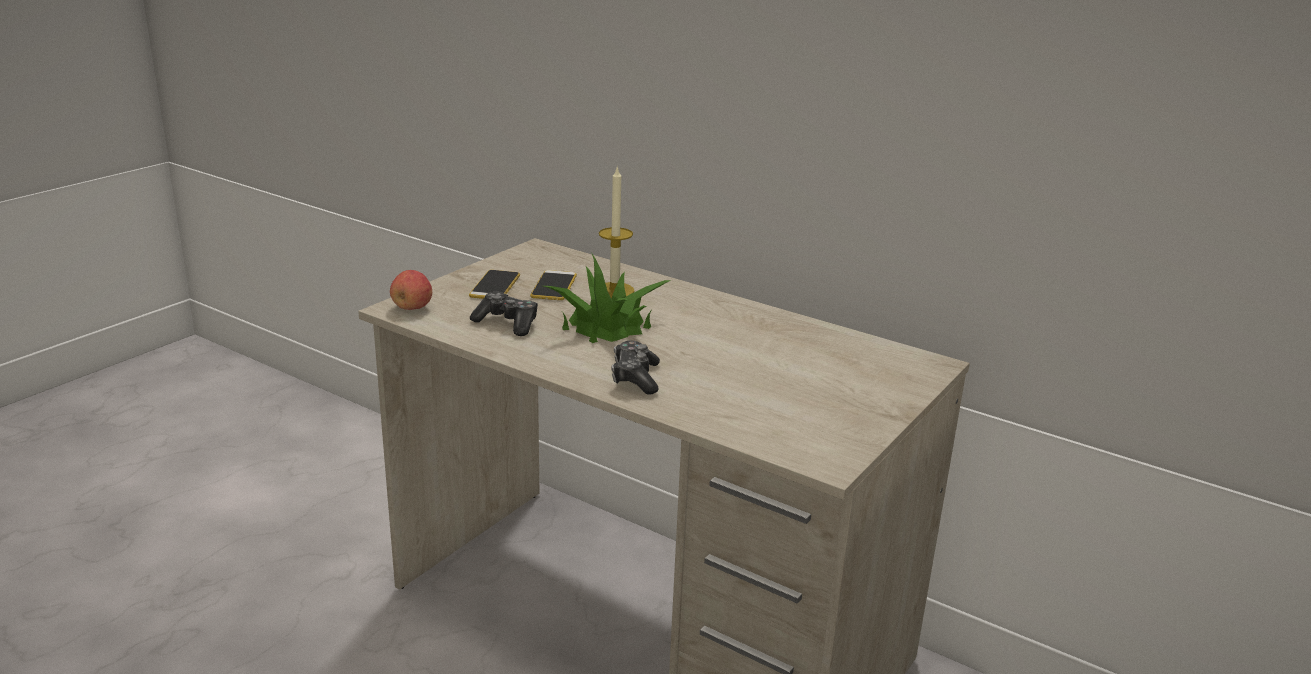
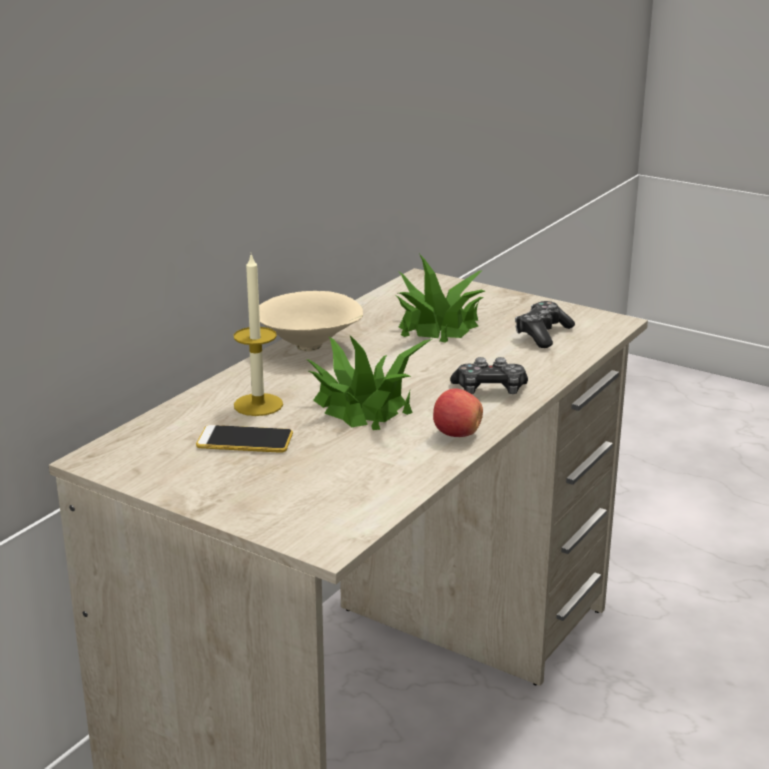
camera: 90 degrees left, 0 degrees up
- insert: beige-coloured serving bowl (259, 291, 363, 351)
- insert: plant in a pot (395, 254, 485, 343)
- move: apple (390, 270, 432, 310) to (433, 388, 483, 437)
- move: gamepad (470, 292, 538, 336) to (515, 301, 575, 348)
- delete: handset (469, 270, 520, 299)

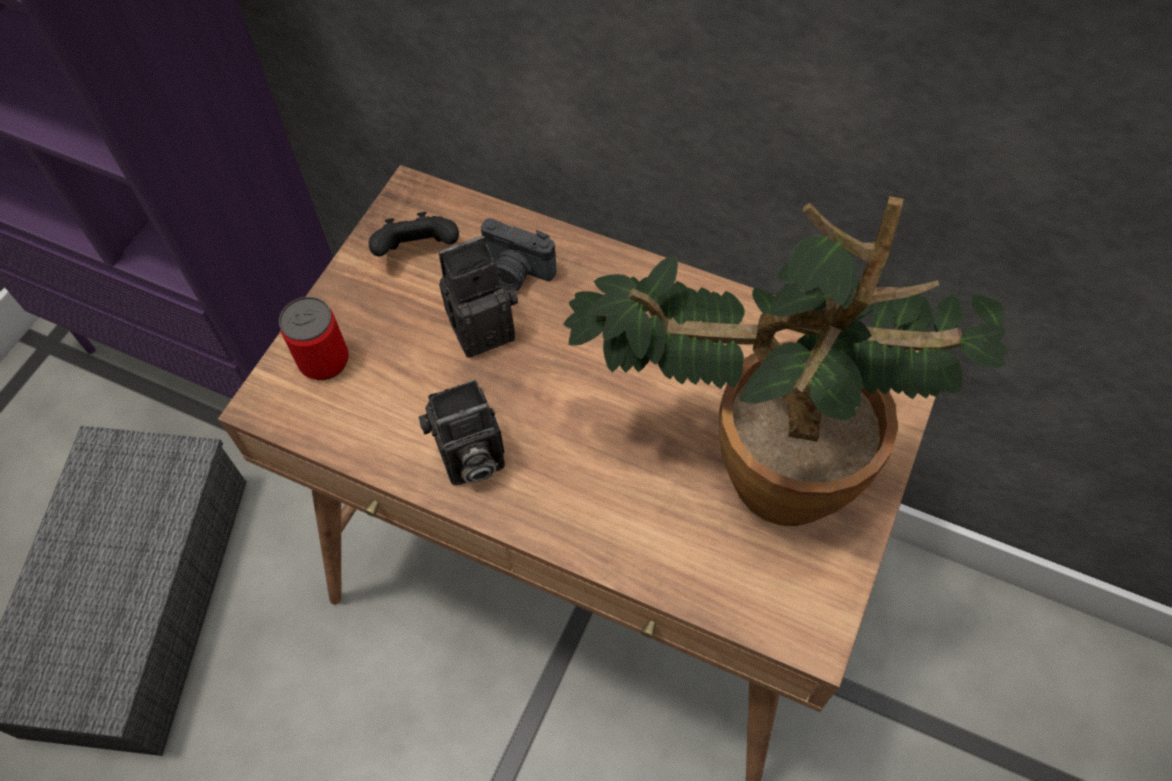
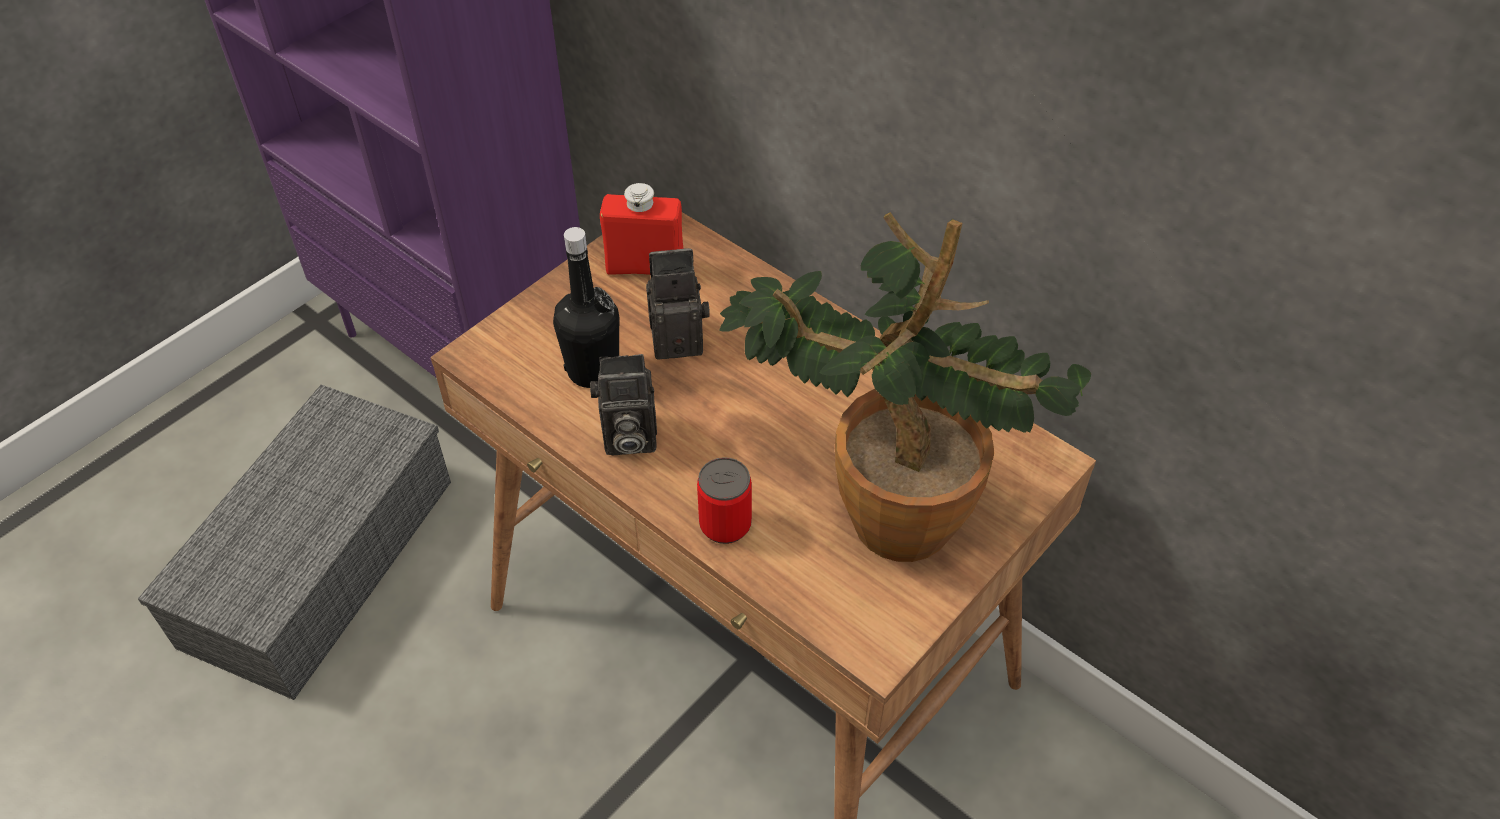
camera: 15 degrees right, 10 degrees down
- insert: black-coloured beverage bottle (553, 227, 619, 388)
- replace: black-coloured gamepad (369, 212, 459, 256) to red-coloured beverage bottle (600, 183, 683, 275)
- move: metal can (279, 297, 349, 380) to (697, 457, 752, 544)
- delete: photo camera (481, 218, 557, 291)

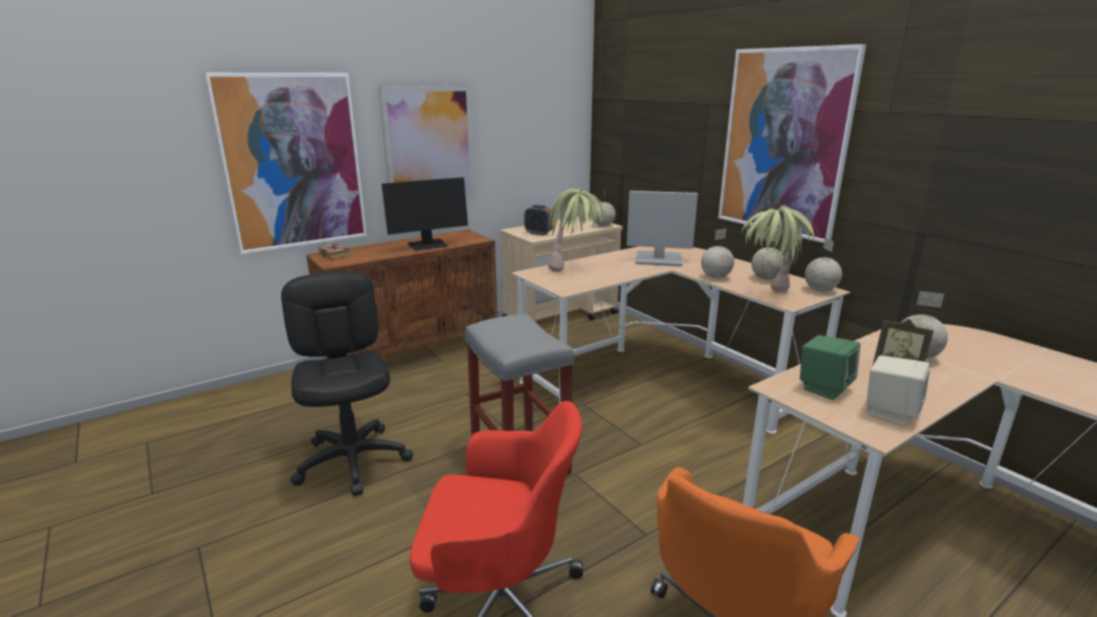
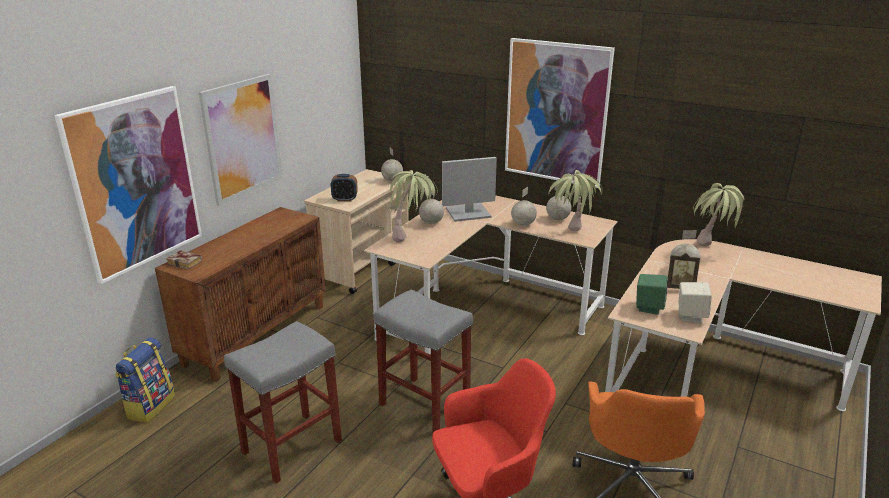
camera: 25 degrees left, 5 degrees up
- insert: backpack (115, 338, 175, 423)
- replace: black-coloured desk chair (281, 271, 413, 496) to gray sitting stool (224, 321, 342, 483)
- move: world globe (805, 238, 842, 291) to (419, 189, 444, 224)
- insert: plant in a pot (693, 183, 744, 246)
- delete: computer screen (382, 177, 468, 251)

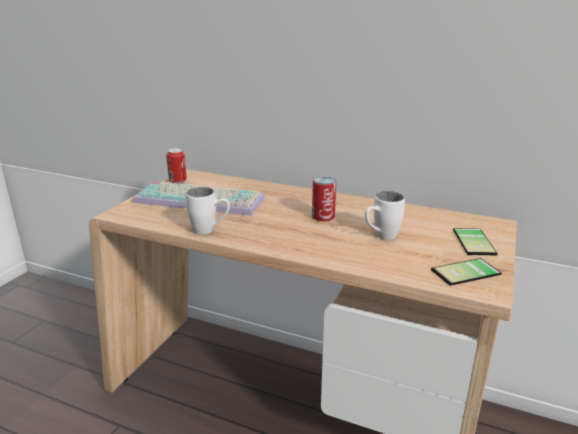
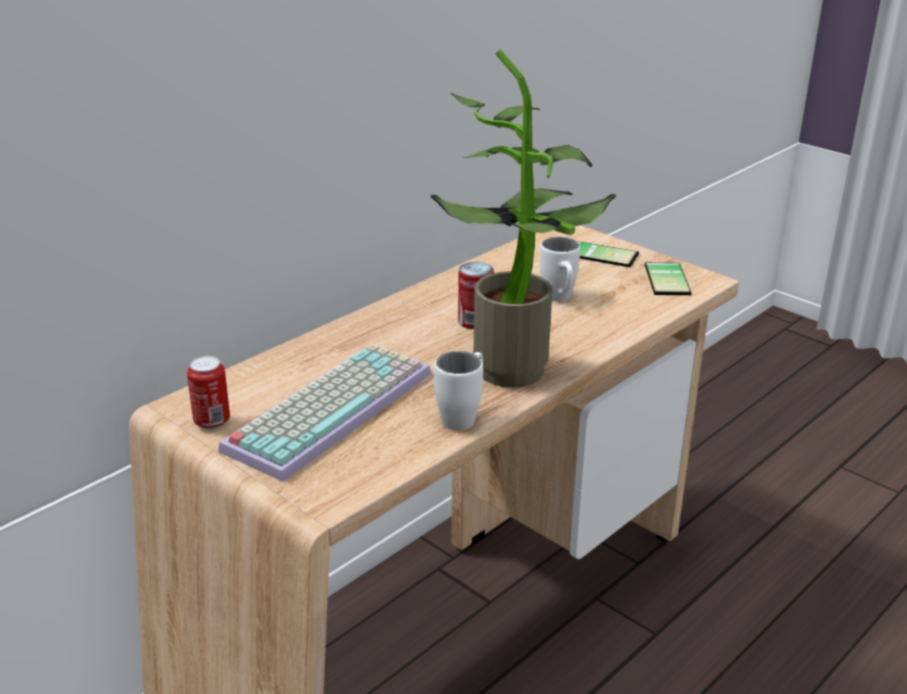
camera: 70 degrees left, 5 degrees up
- insert: plant in a pot (431, 49, 617, 387)

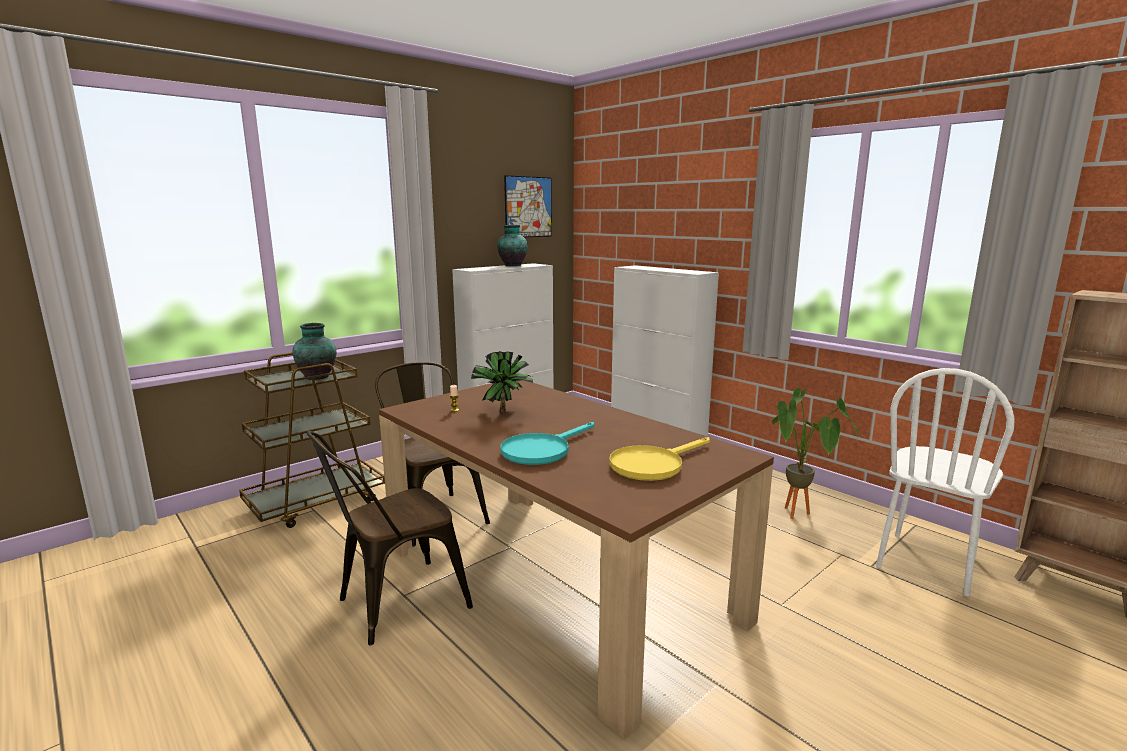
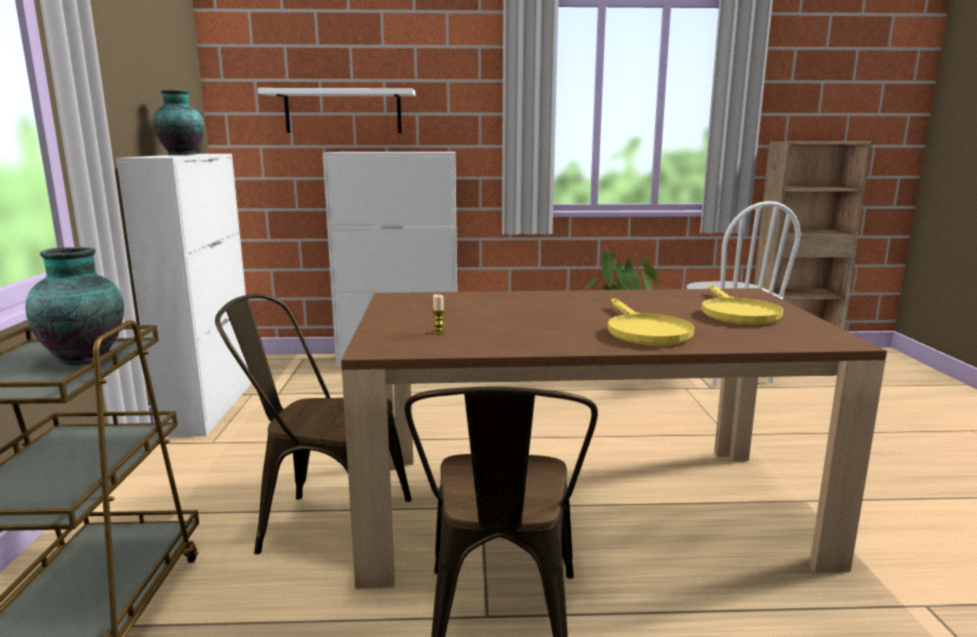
camera: 50 degrees left, 0 degrees up
- insert: white-coloured bracket shelf (258, 88, 416, 133)
- recolor: turquoise-coloured skillet (500, 422, 594, 465) to yellowish skillet (608, 298, 694, 346)
- delete: plant in a pot (471, 351, 533, 413)
- delete: picture (504, 175, 552, 237)

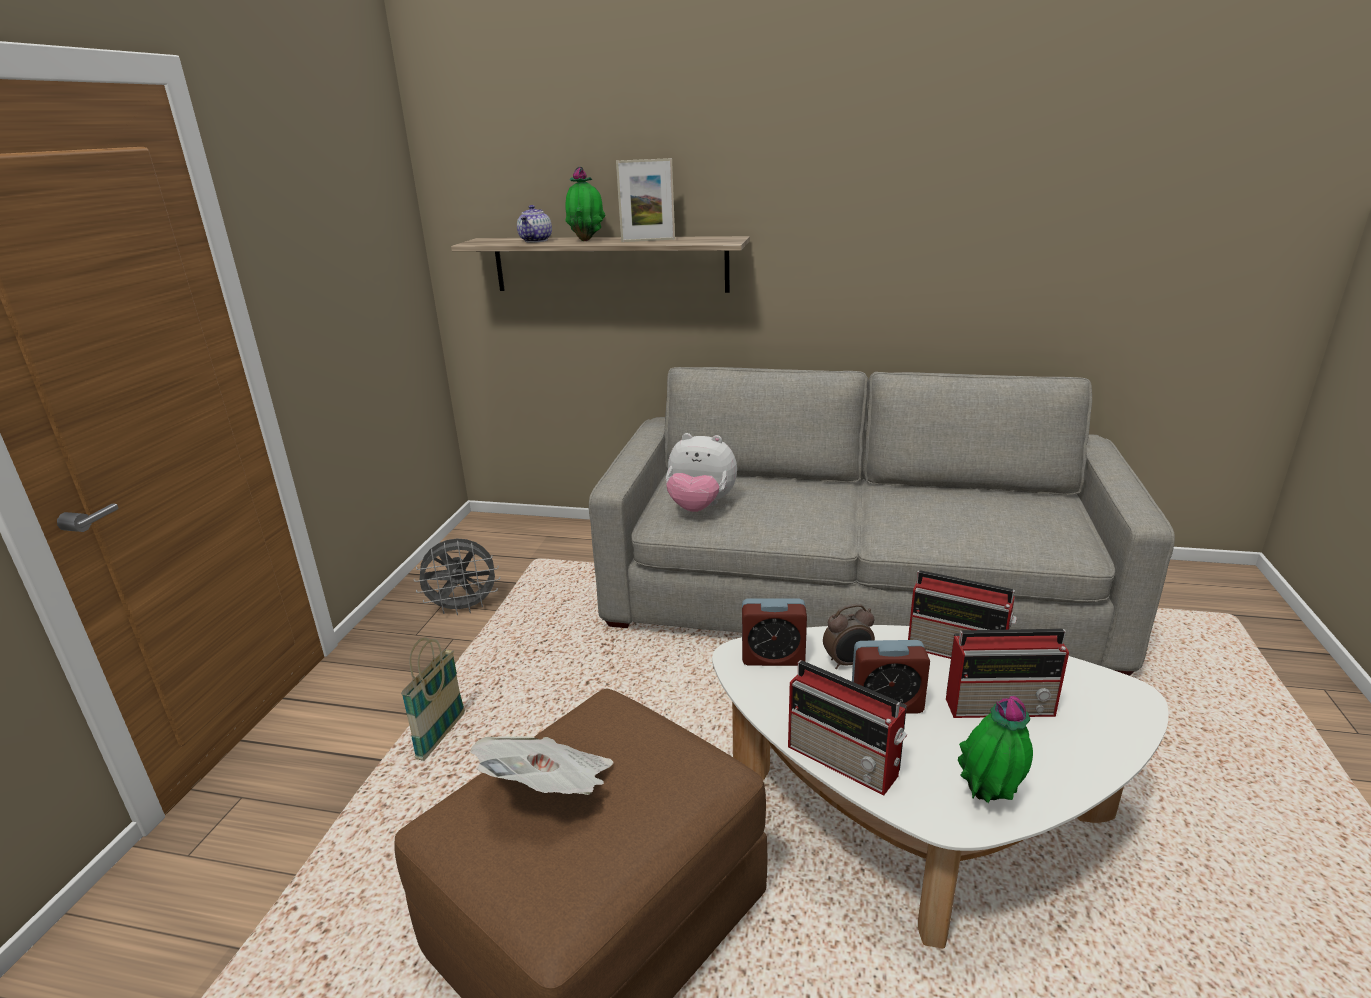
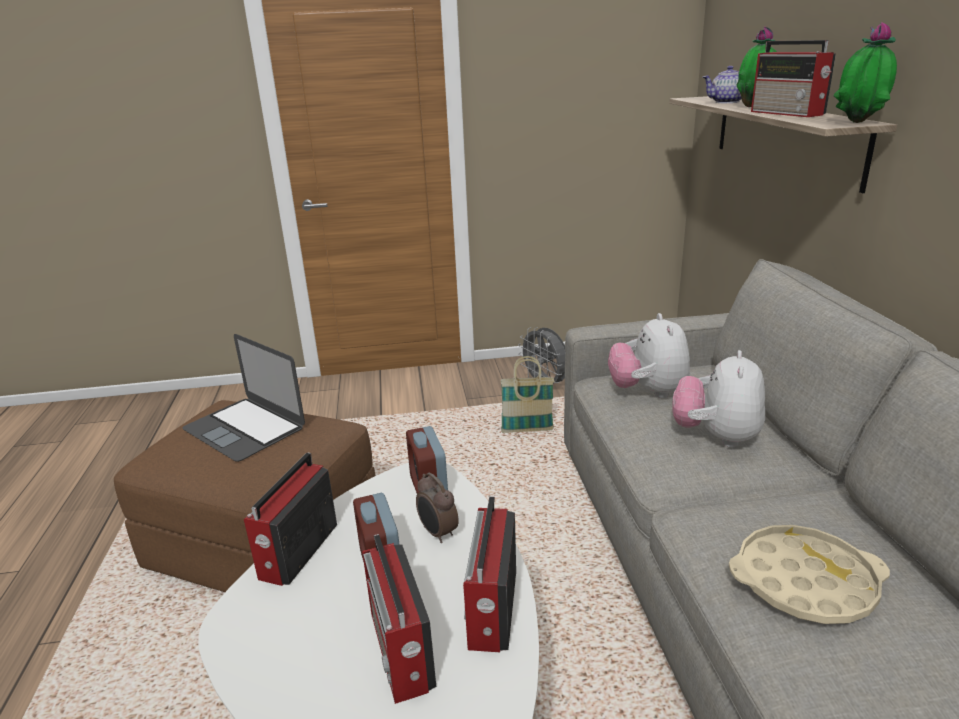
camera: 70 degrees right, 0 degrees up
- replace: newspaper (470, 736, 613, 795) to notebook computer (182, 334, 305, 462)
- move: basket (401, 637, 465, 761) to (500, 356, 554, 433)
- insert: plush toy (672, 350, 765, 448)
- insert: beige-coloured tray (729, 525, 890, 624)
- replace: standing frame (616, 158, 675, 242) to radio set (751, 40, 836, 117)
- move: plant in a pot (958, 696, 1033, 803) to (833, 22, 897, 123)

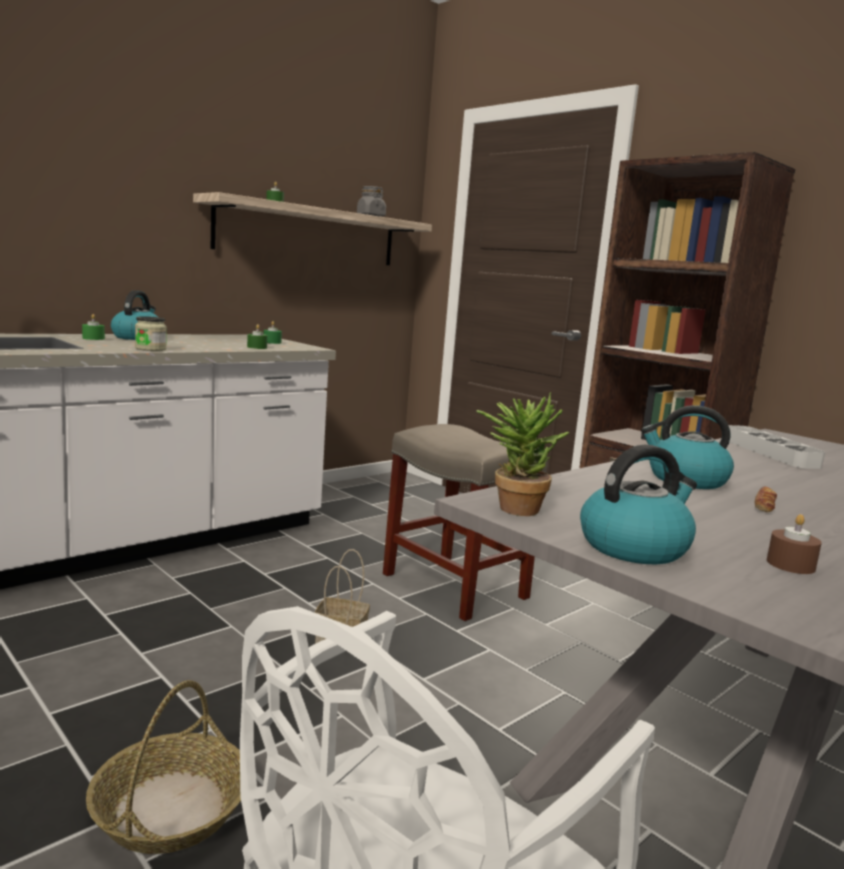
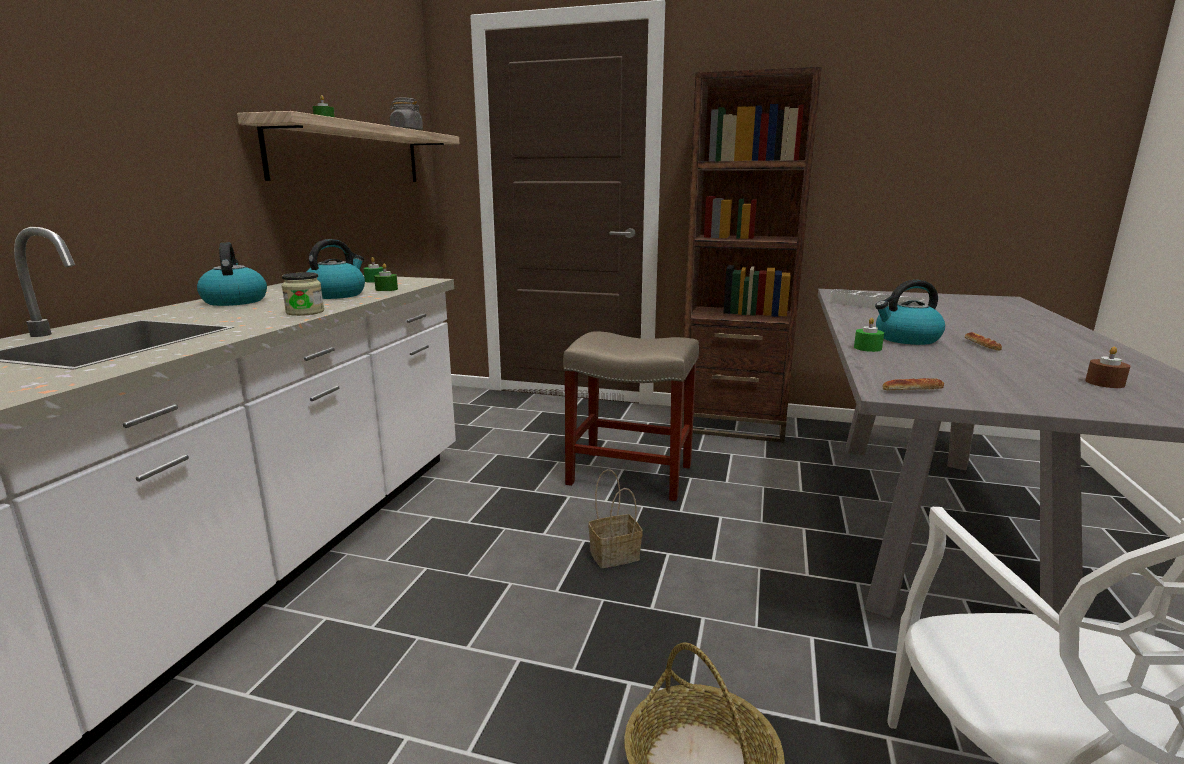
camera: 30 degrees left, 5 degrees up
- move: kettle (580, 445, 697, 564) to (307, 239, 365, 299)
- move: green candle (82, 314, 105, 340) to (854, 318, 884, 352)
- replace: plant in a pot (476, 392, 569, 516) to bread (882, 378, 944, 390)

